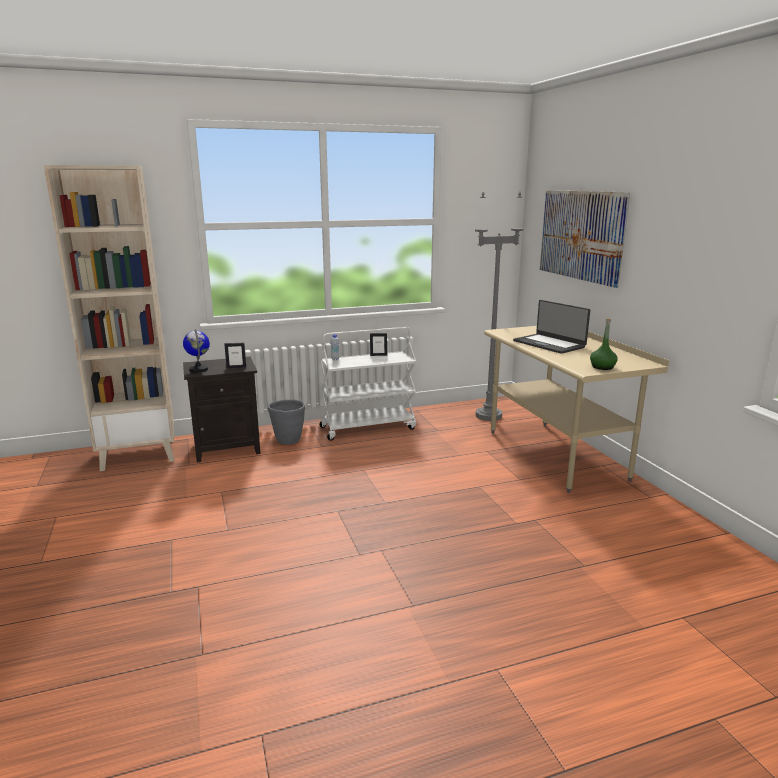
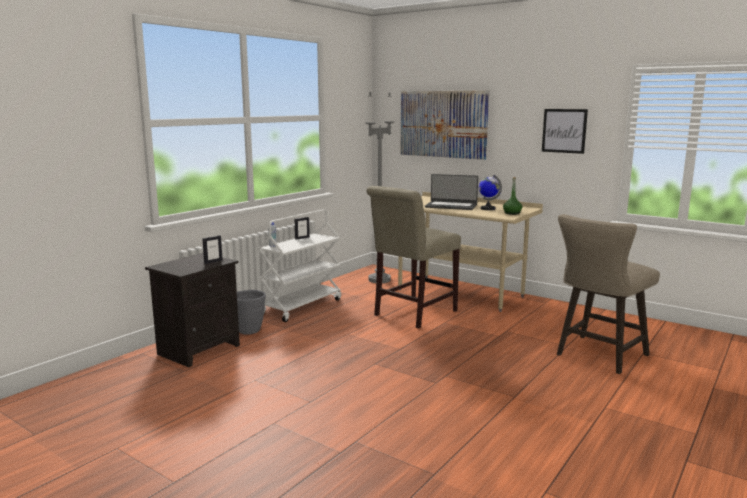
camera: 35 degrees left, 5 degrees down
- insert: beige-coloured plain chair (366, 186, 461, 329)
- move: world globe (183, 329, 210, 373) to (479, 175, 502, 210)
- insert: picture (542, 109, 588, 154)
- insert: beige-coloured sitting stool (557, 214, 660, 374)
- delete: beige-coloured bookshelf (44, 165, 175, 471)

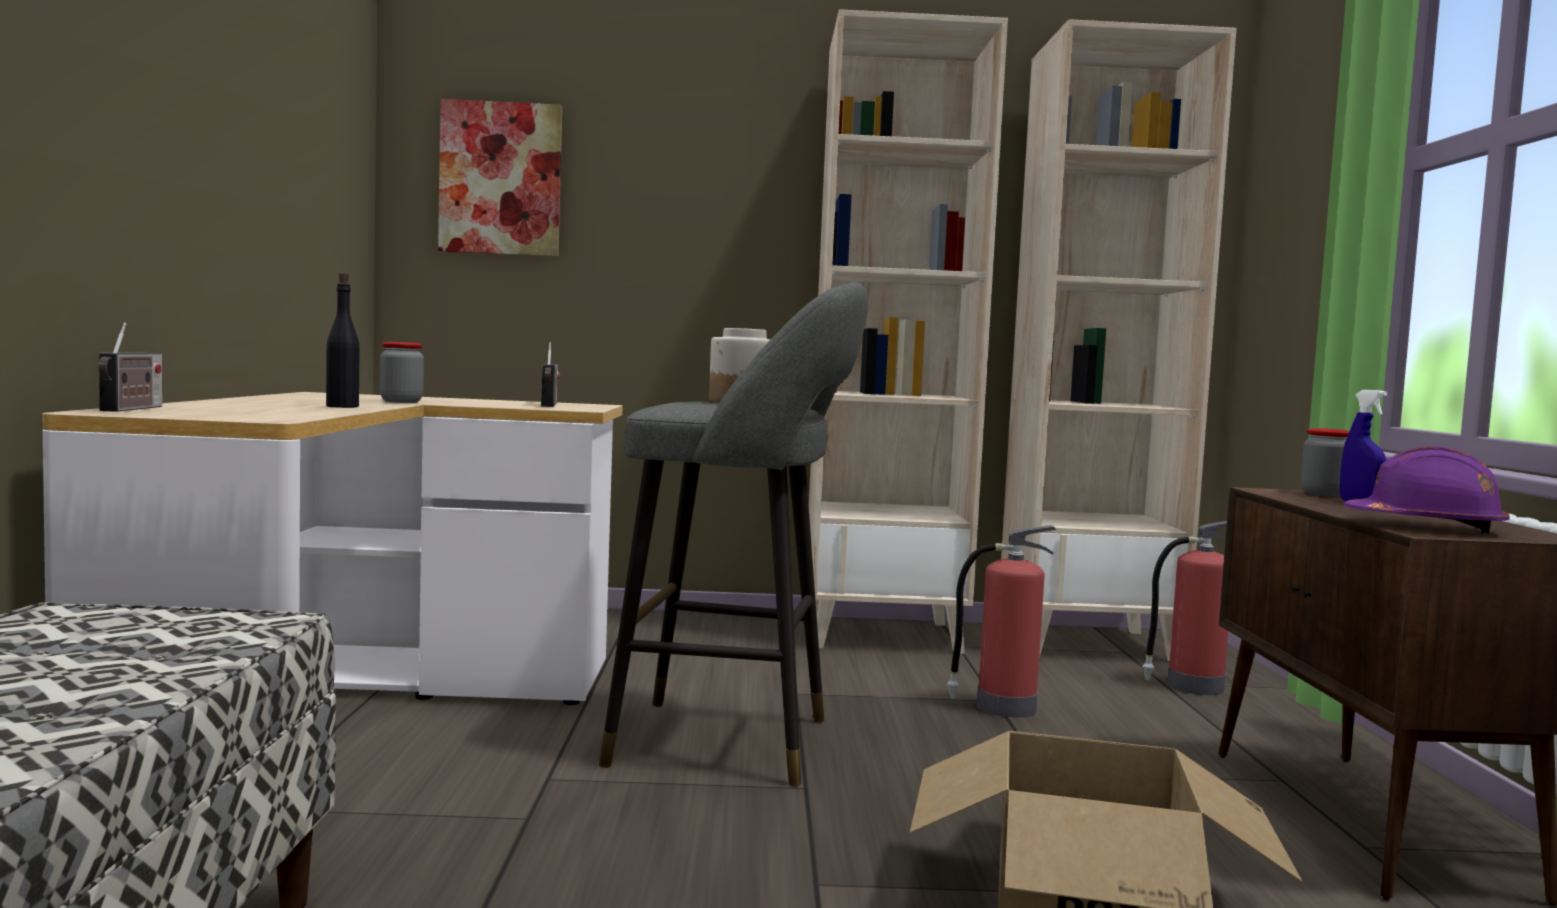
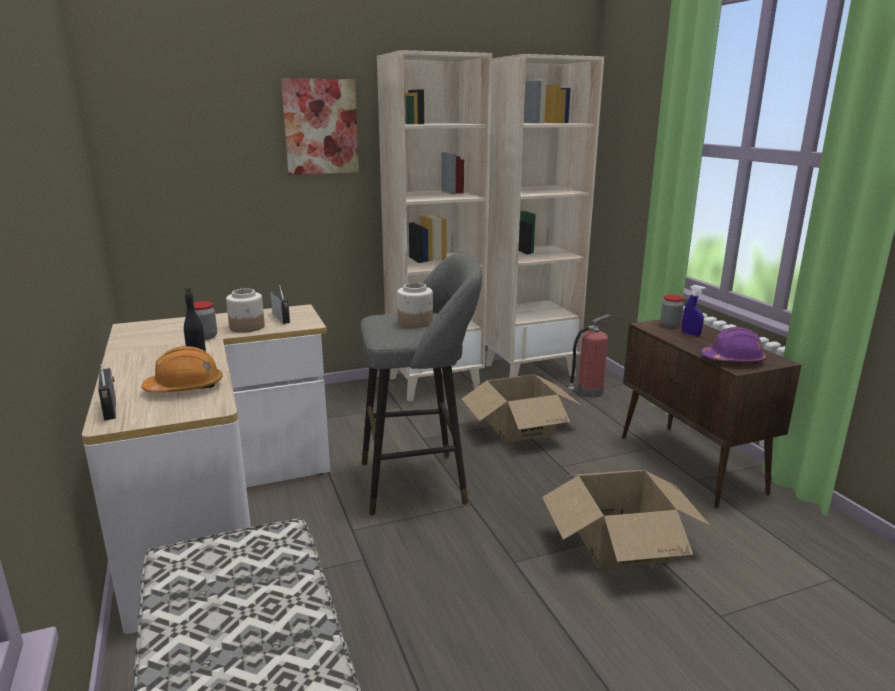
camera: 20 degrees left, 15 degrees up
- insert: orangey safety helmet (142, 346, 222, 393)
- insert: storage jar (226, 288, 265, 333)
- move: picture (438, 99, 562, 257) to (281, 78, 359, 175)
- replace: fire extinguisher (947, 525, 1056, 717) to packing box (461, 374, 582, 443)

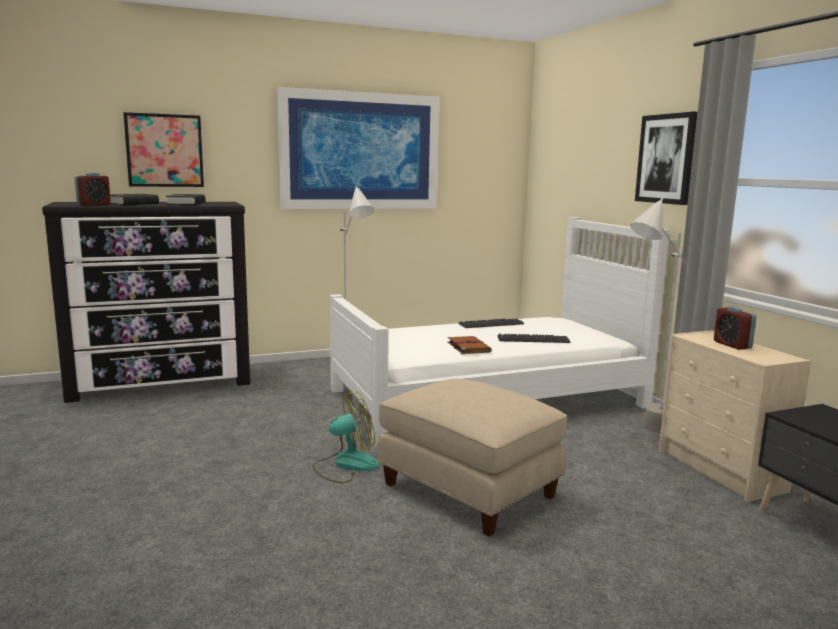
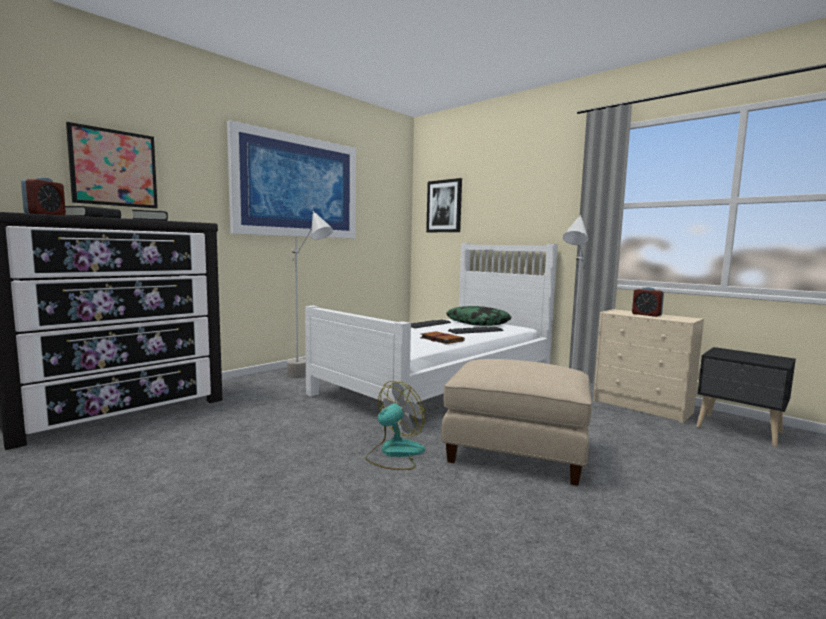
camera: 25 degrees left, 5 degrees down
- move: picture (635, 111, 698, 205) to (426, 178, 462, 232)
- insert: pillow (446, 306, 512, 326)

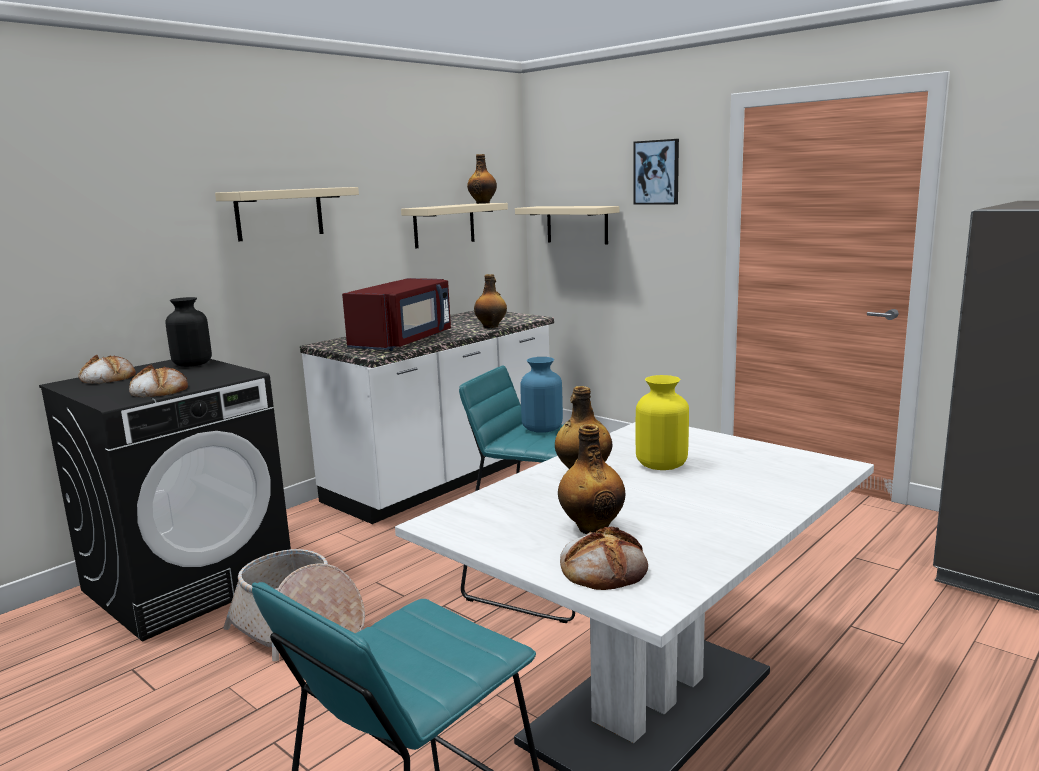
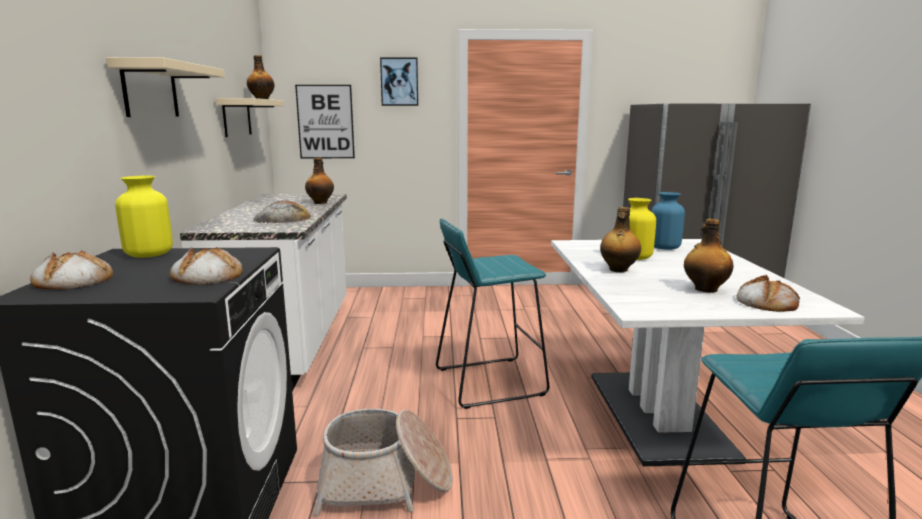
camera: 45 degrees left, 0 degrees up
- recolor: black-coloured decorative vase (165, 297, 212, 367) to yellowish decorative vase (115, 176, 173, 258)
- replace: red-coloured microwave (342, 278, 451, 351) to bread (253, 201, 311, 223)
- replace: beige-coloured bracket shelf (515, 206, 619, 244) to picture (295, 85, 355, 158)
- move: blue-coloured decorative vase (520, 357, 563, 433) to (651, 192, 685, 250)

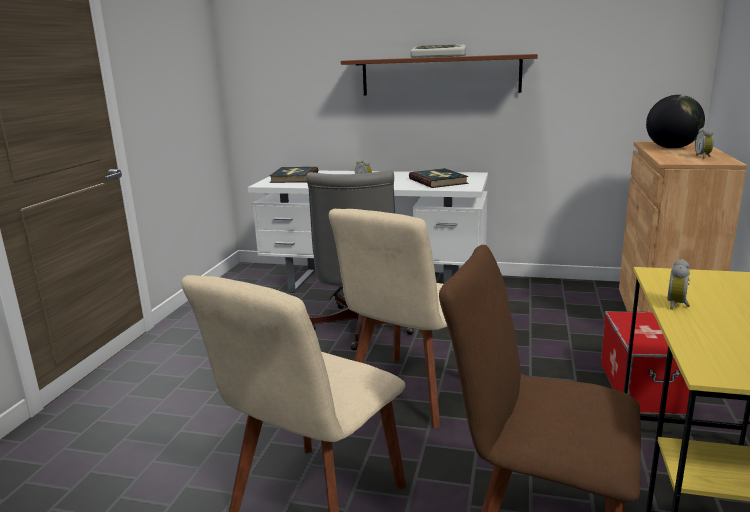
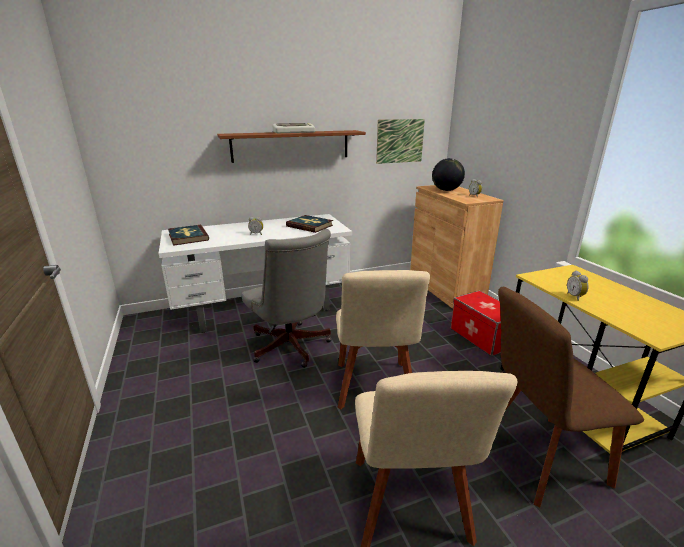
camera: 35 degrees left, 5 degrees up
- insert: picture (376, 119, 425, 164)

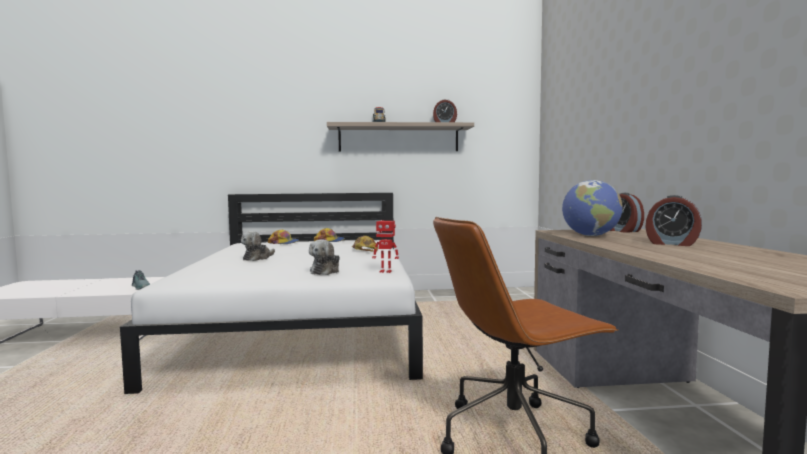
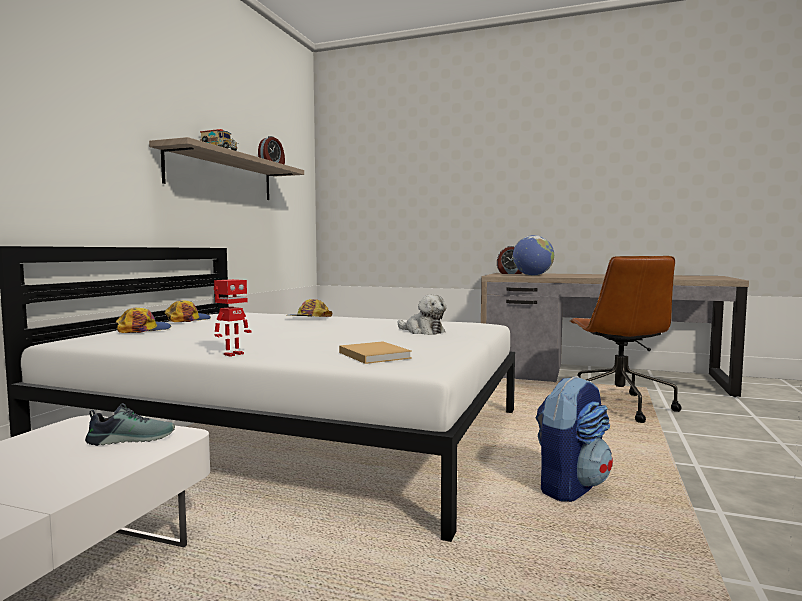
camera: 65 degrees left, 0 degrees up
- move: toy robot (372, 221, 399, 273) to (214, 279, 252, 357)
- insert: beige-coloured book (339, 341, 412, 364)
- insert: backpack (536, 376, 613, 502)
- delete: plush toy (241, 231, 275, 261)
- delete: table clock (645, 195, 702, 246)

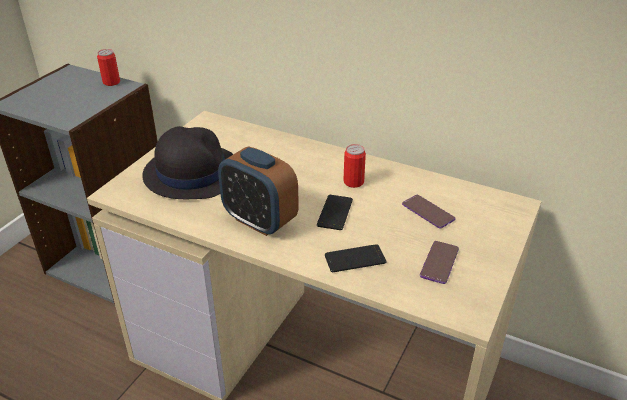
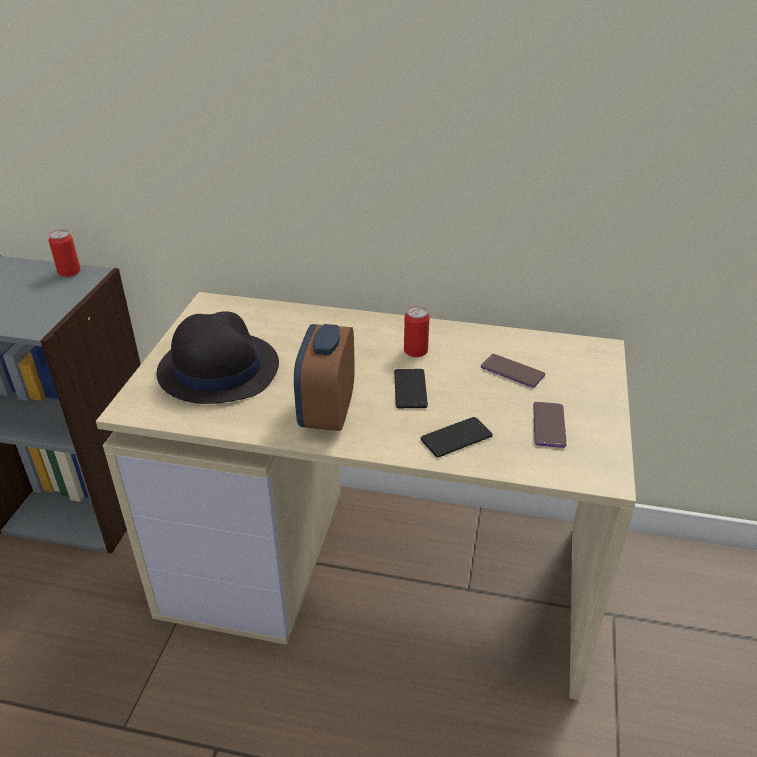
camera: 15 degrees left, 0 degrees up
- rotate: table clock (218, 146, 299, 236) = (294, 324, 355, 431) 75 degrees clockwise

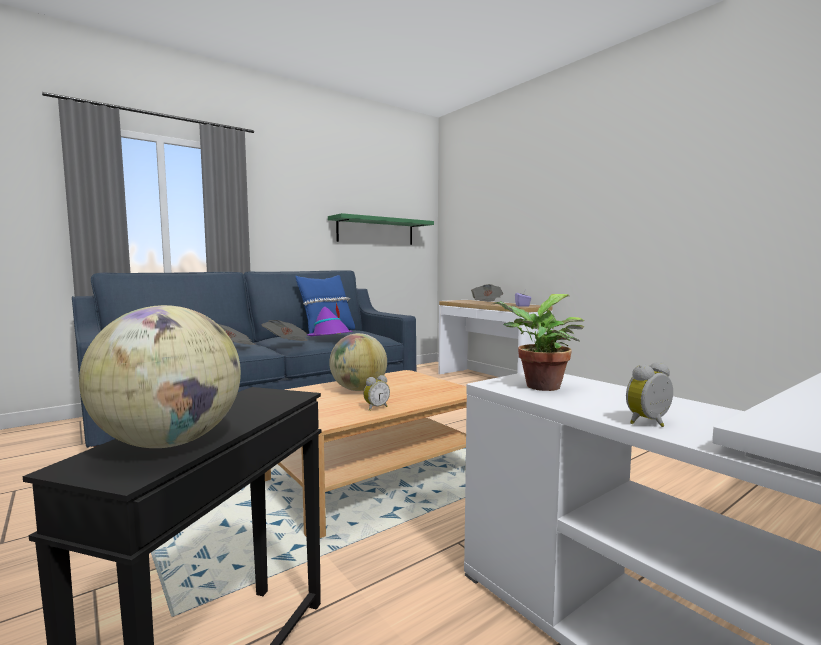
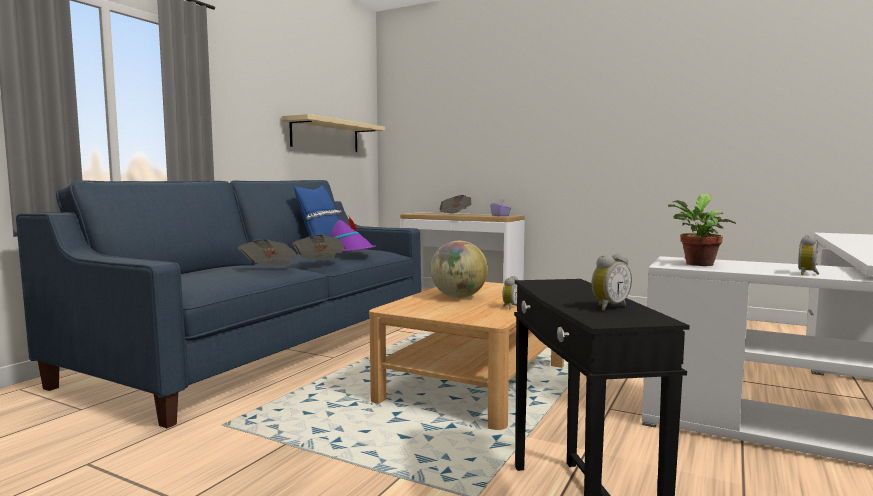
camera: 25 degrees left, 0 degrees up
- recolor: green bracket shelf (328, 213, 434, 245) to beige-coloured bracket shelf (282, 114, 385, 152)
- replace: world globe (79, 305, 241, 448) to table clock (591, 253, 632, 311)

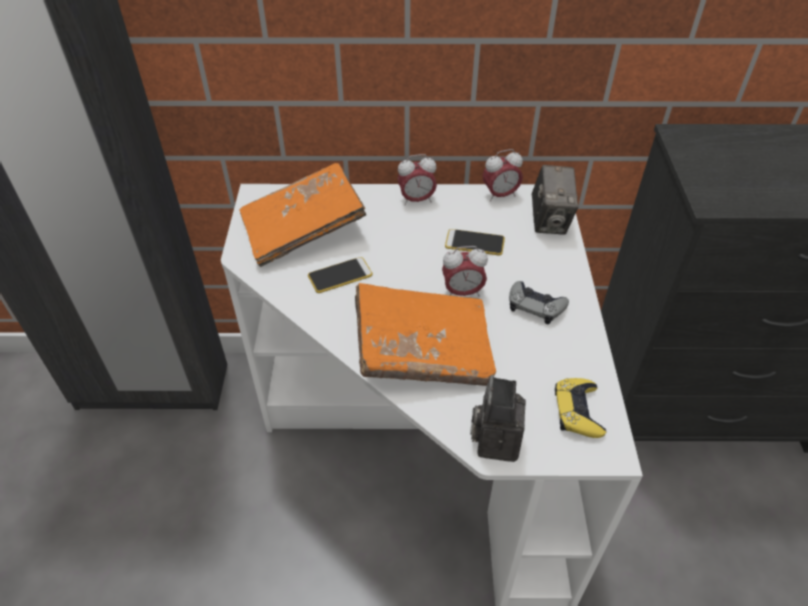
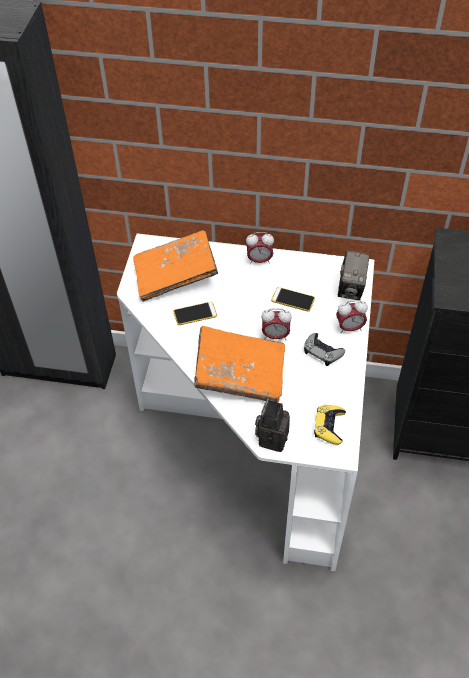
camera: 10 degrees right, 5 degrees up
- move: table clock (482, 149, 523, 202) to (336, 300, 368, 333)

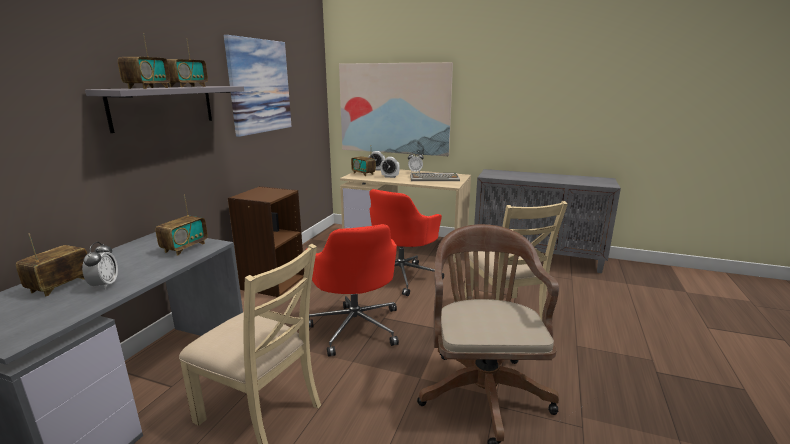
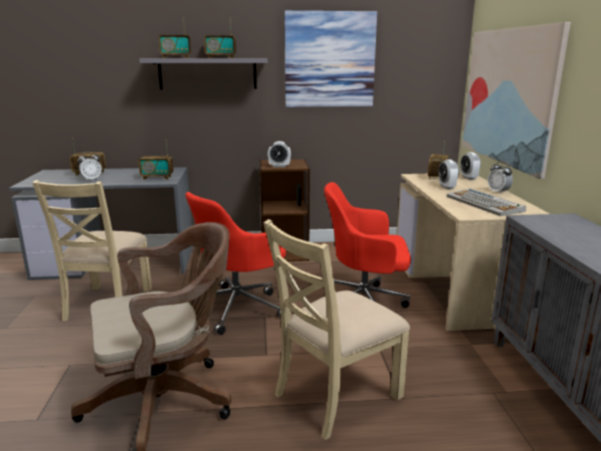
camera: 65 degrees right, 0 degrees up
- insert: table clock (268, 141, 291, 167)

